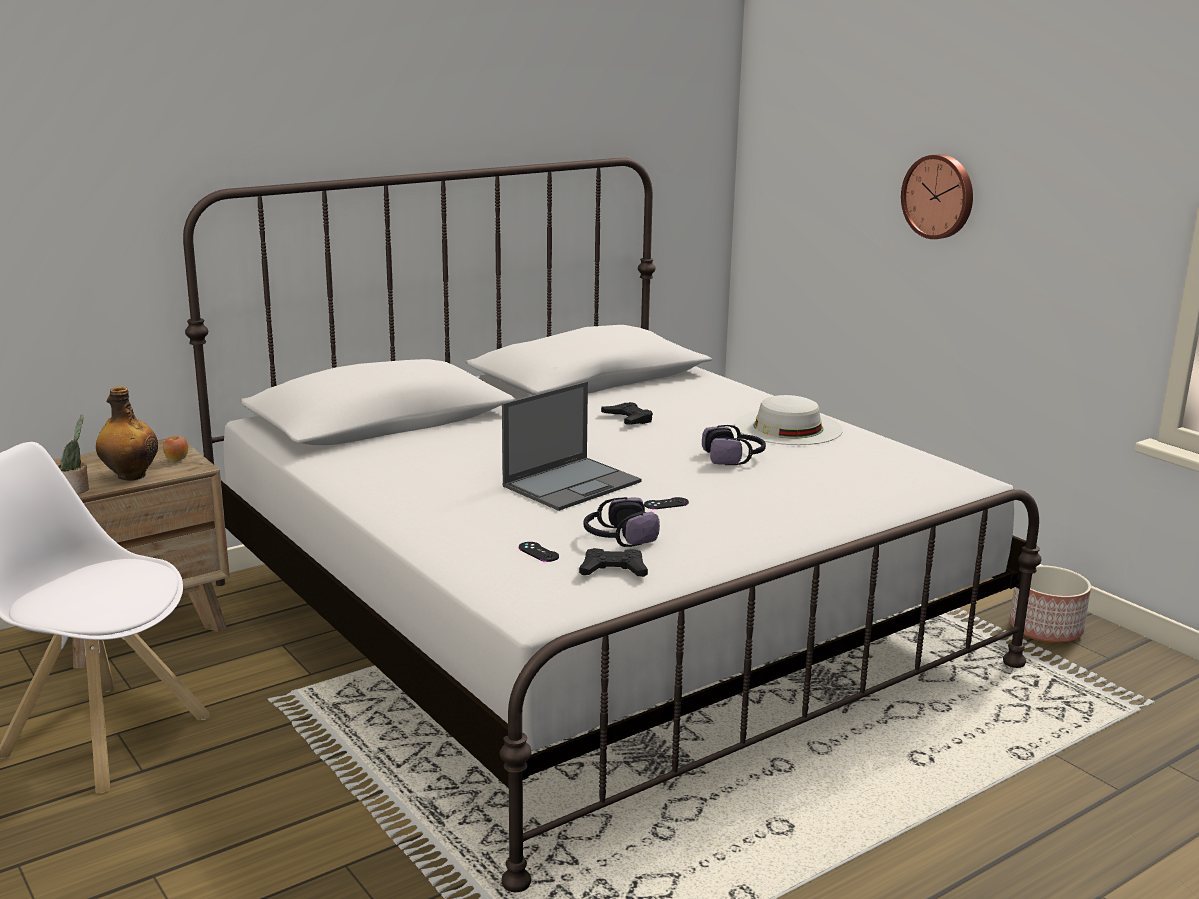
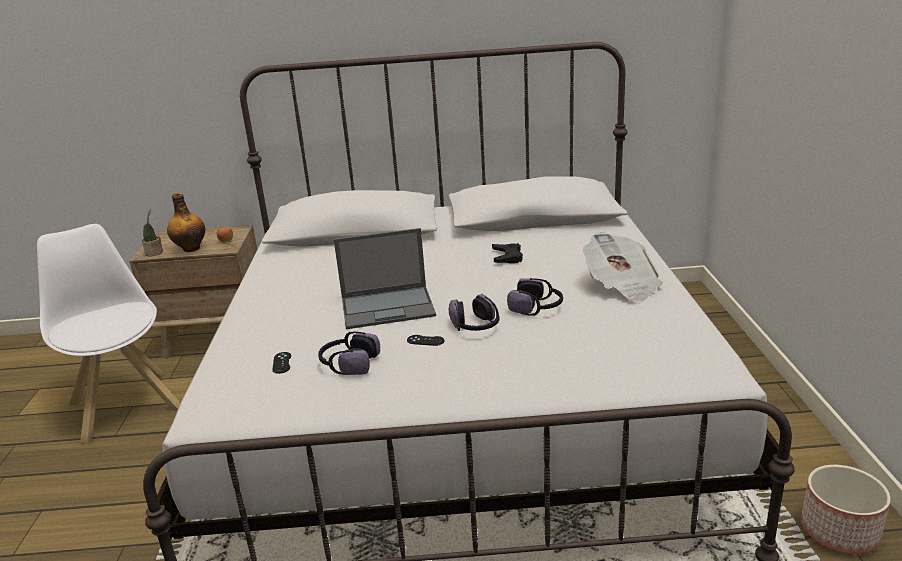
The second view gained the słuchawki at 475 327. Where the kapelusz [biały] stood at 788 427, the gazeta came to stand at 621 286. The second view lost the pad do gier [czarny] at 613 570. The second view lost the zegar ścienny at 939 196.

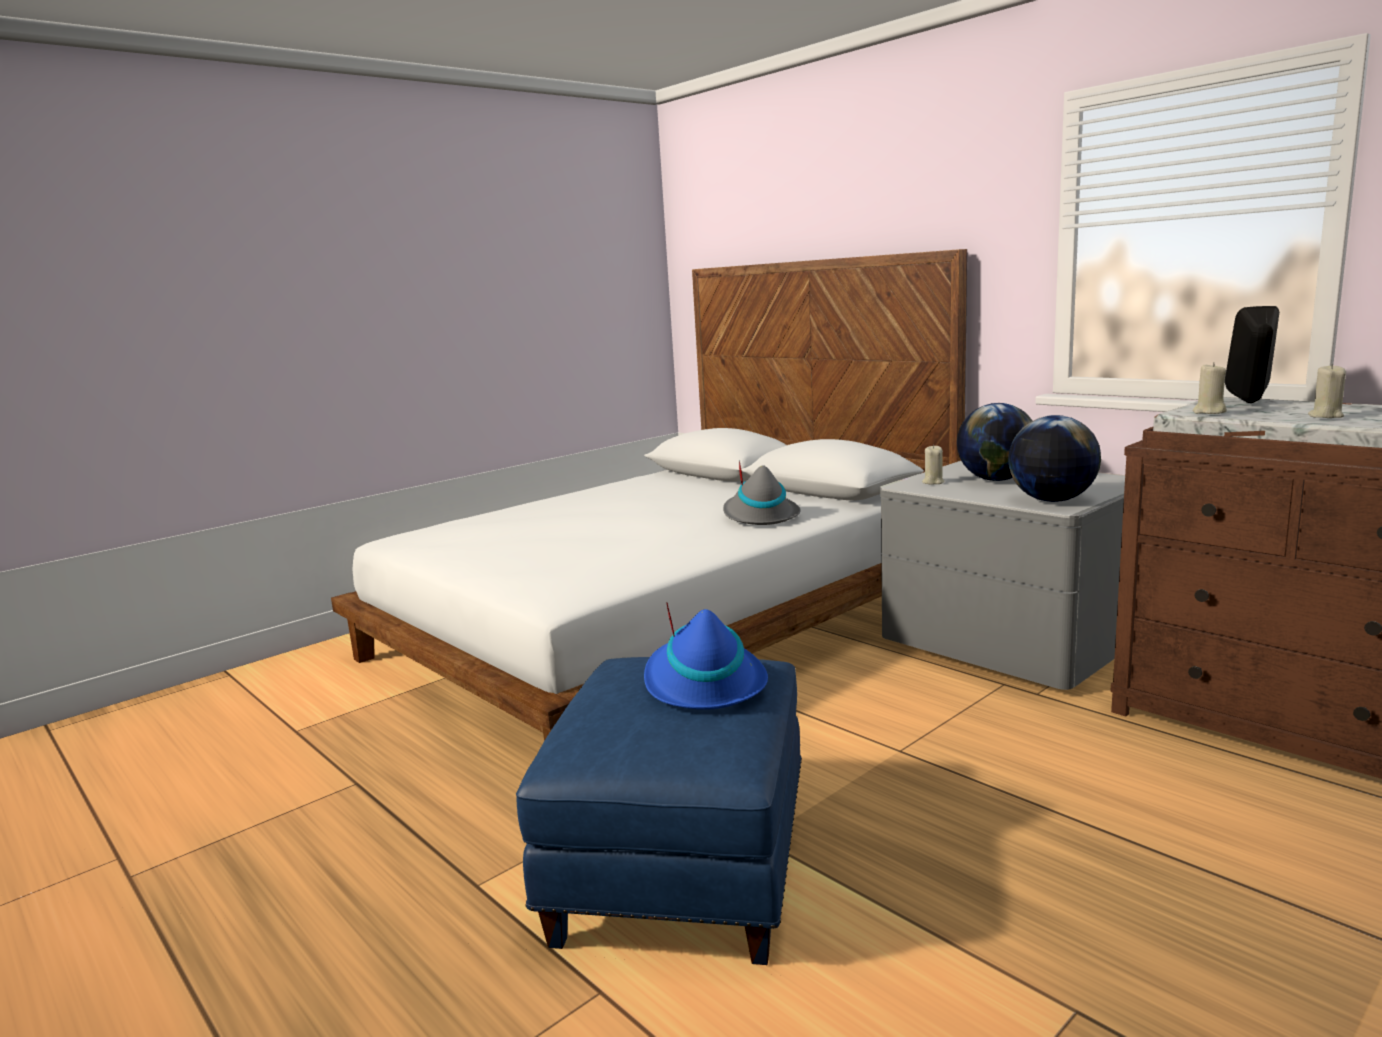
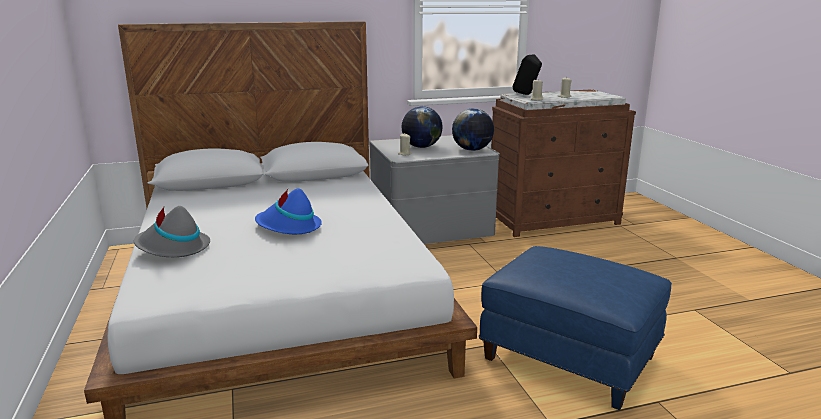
The kapelusz [szary] ended up elsewhere, having gone from 760 515 to 172 248. The kapelusz [niebieski] ended up elsewhere, having gone from 703 683 to 288 227.

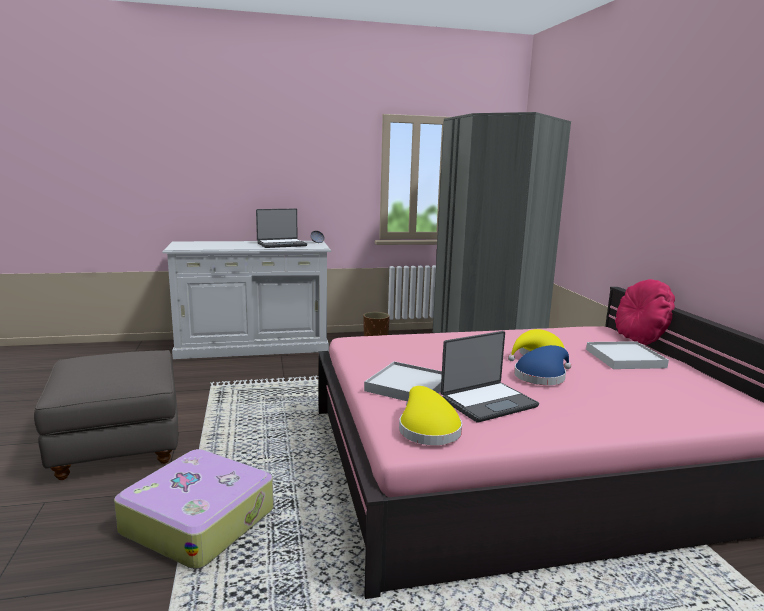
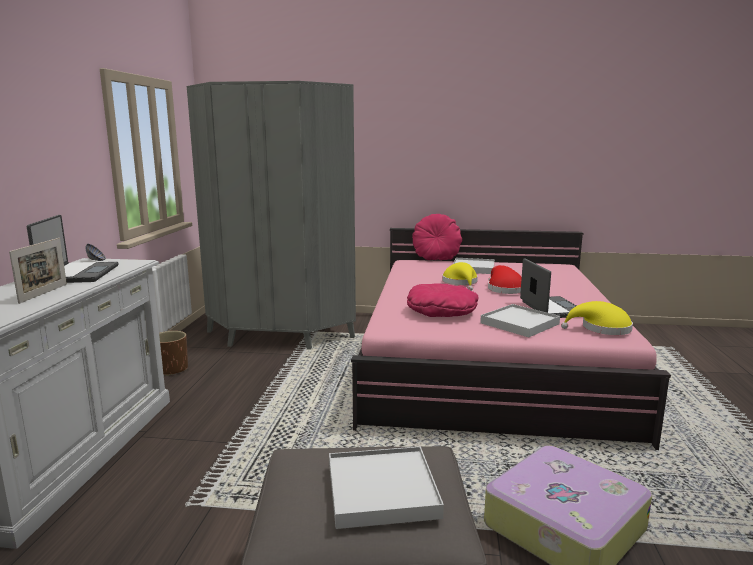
The second view gained the ramka na zdjęcie at 44 293. The second view gained the taca [biały] at 382 491. The second view gained the poduszka [różowy] at 441 311. What was the kapelusz [niebieski] at 542 376 turned into the kapelusz [czerwony] at 504 289.

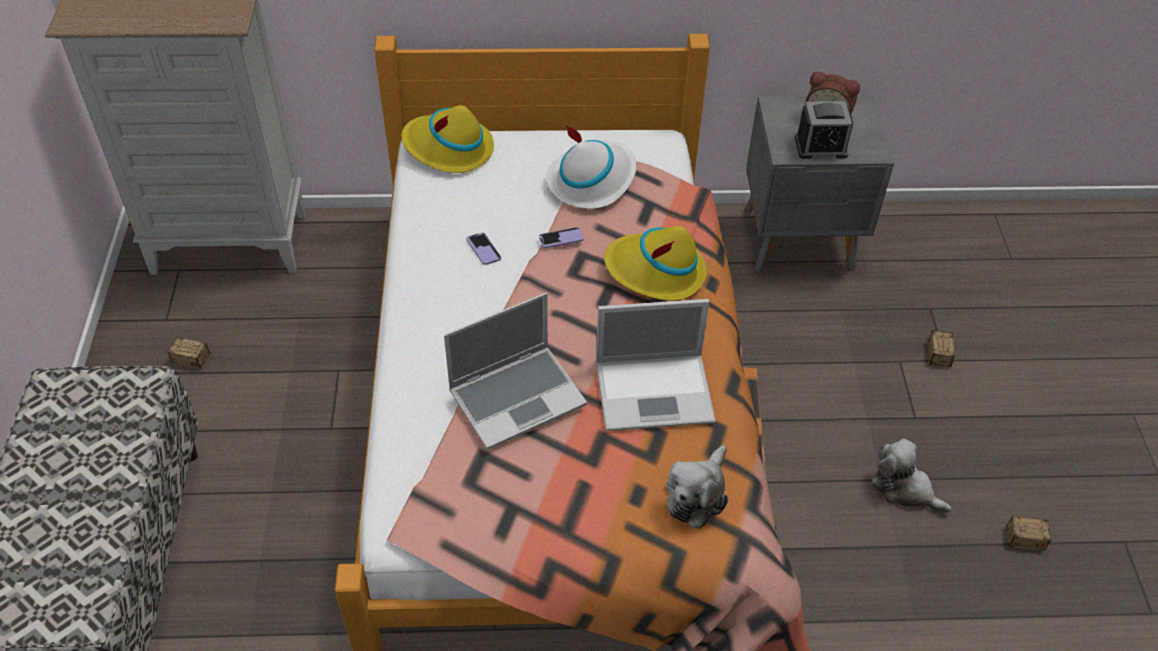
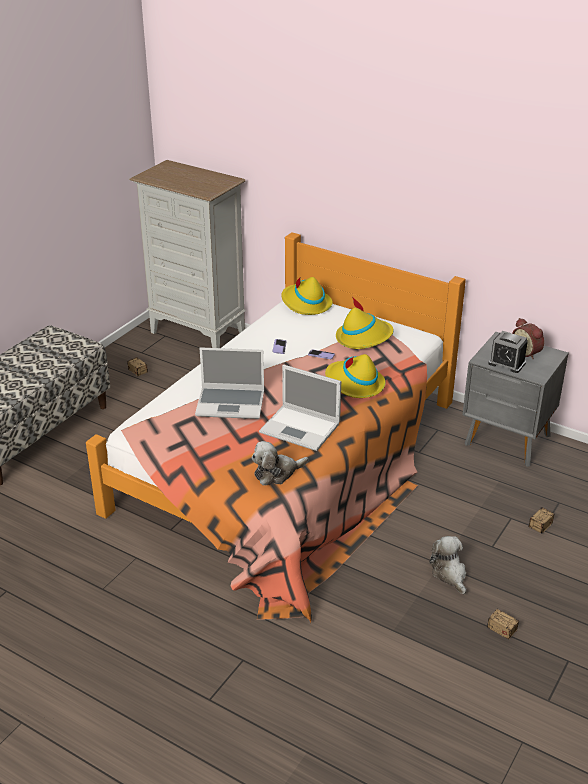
What was the kapelusz [biały] at 592 179 turned into the kapelusz [żółty] at 364 338.

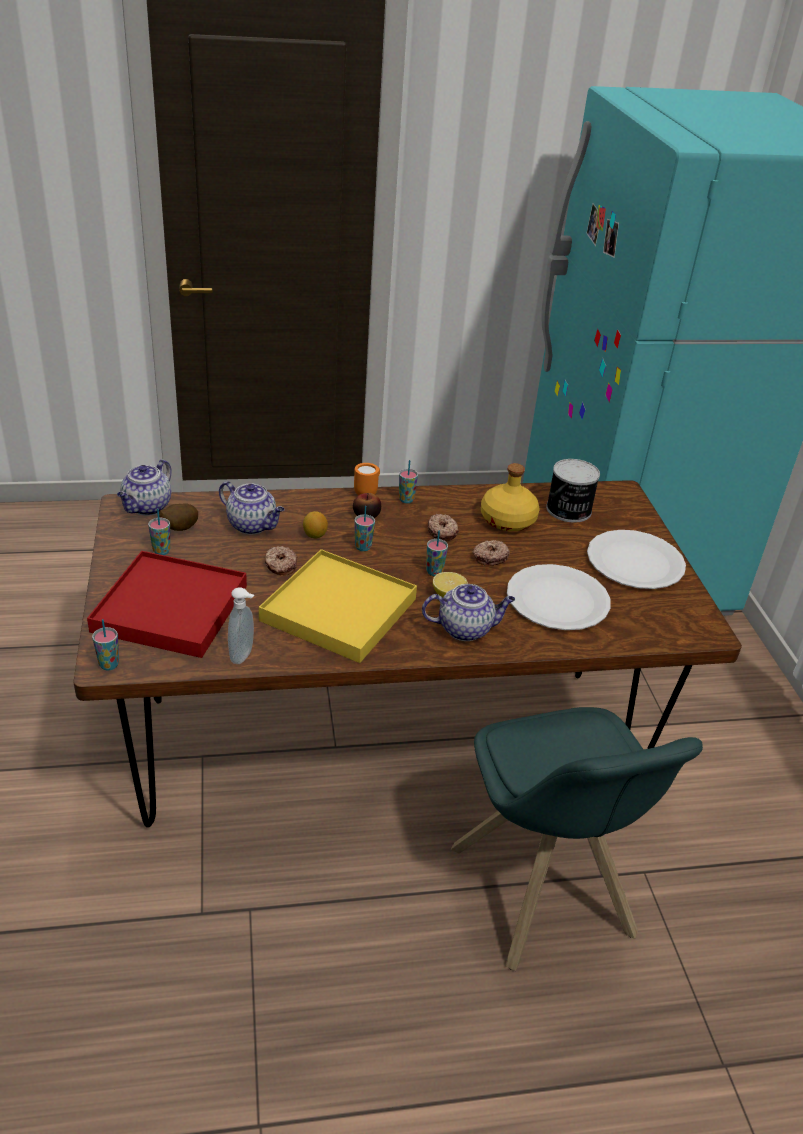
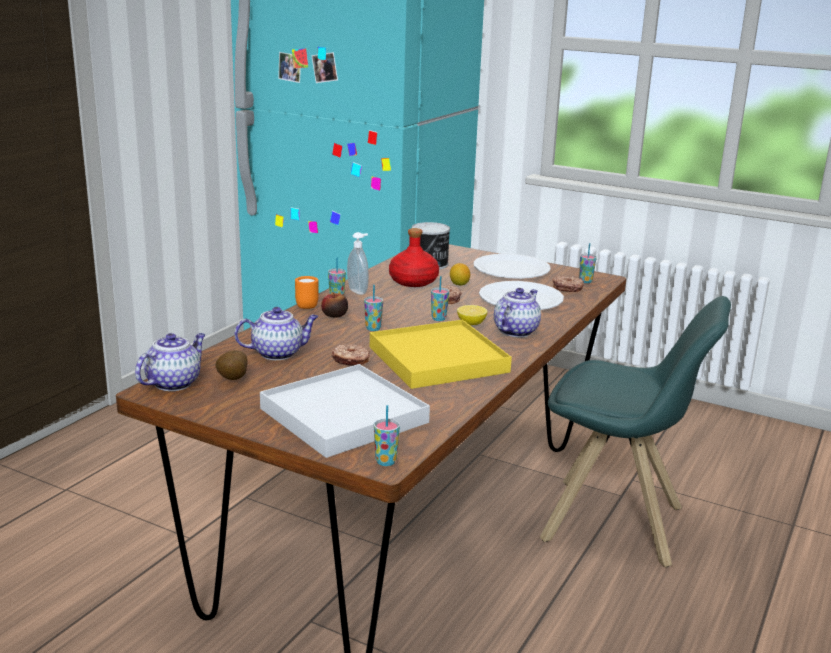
The imbryk at 147 507 ended up facing another way, 120 degrees counterclockwise from before. What was the taca [czerwony] at 171 608 turned into the taca [biały] at 344 415. The dozownik mydła ended up elsewhere, having gone from 243 656 to 359 291. What was the butelka [żółty] at 507 520 turned into the butelka [czerwony] at 413 281. The cytryna ended up elsewhere, having gone from 314 535 to 459 284. The donut ended up elsewhere, having gone from 442 532 to 567 288. The filiżanka ended up elsewhere, having gone from 161 551 to 585 281.

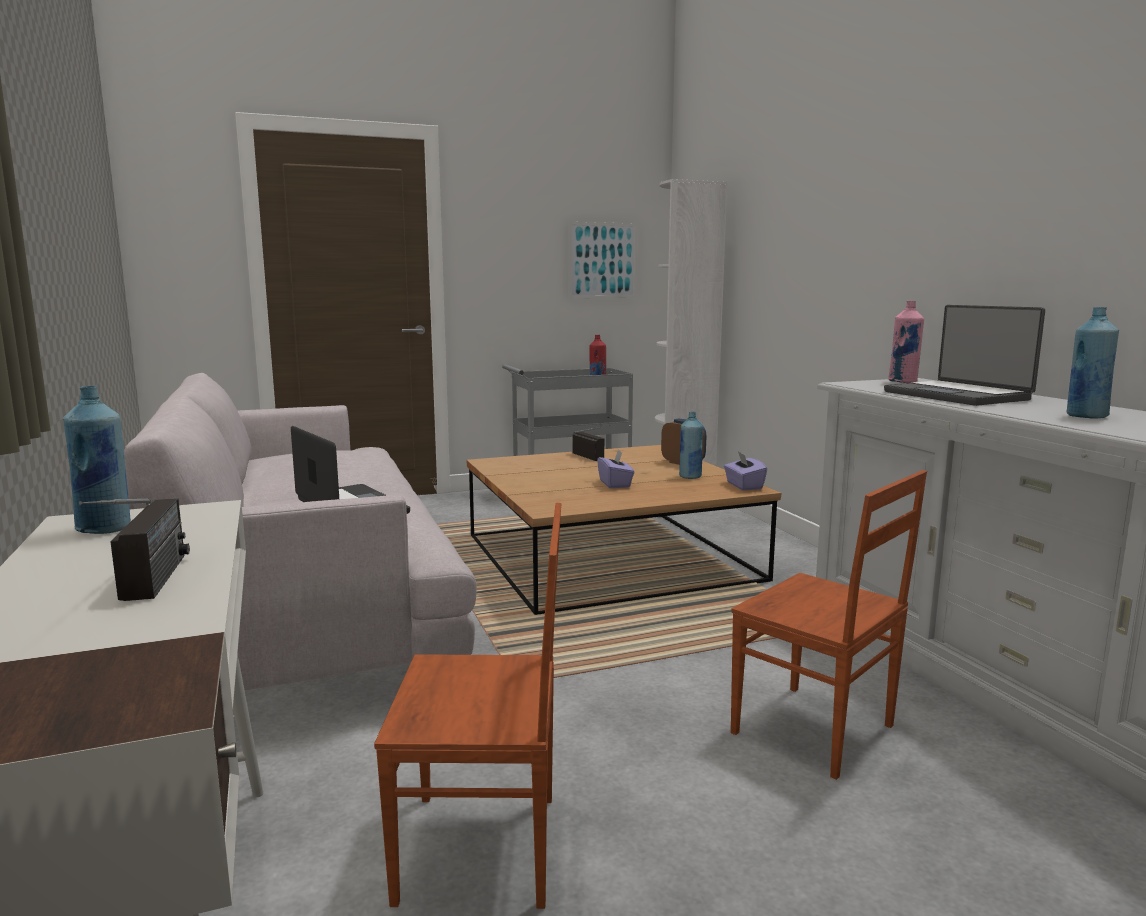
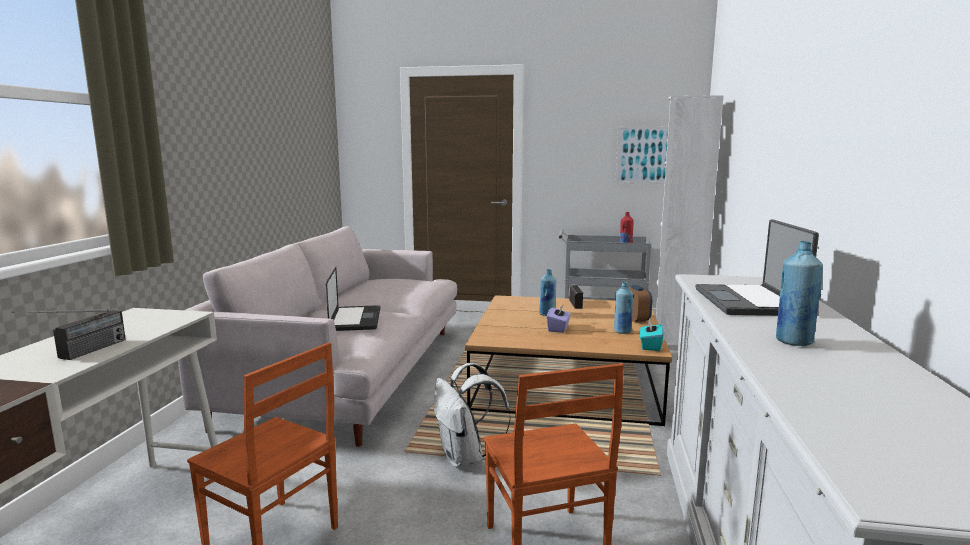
The second view gained the plecak [biały] at 465 458. The butelka [niebieski] ended up elsewhere, having gone from 105 529 to 547 314. What was the pudełko chusteczek [fioletowy] at 743 486 turned into the pudełko chusteczek [turkusowy] at 650 346. The second view lost the butelka [różowy] at 903 382.

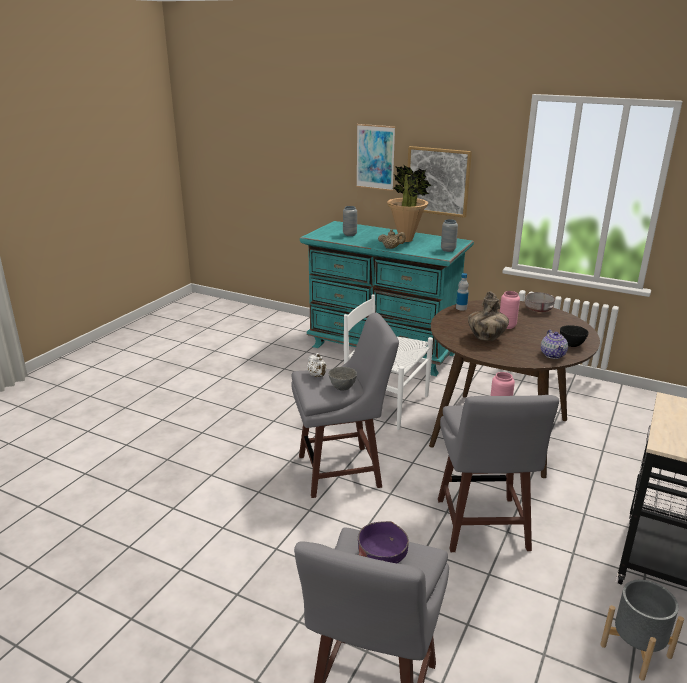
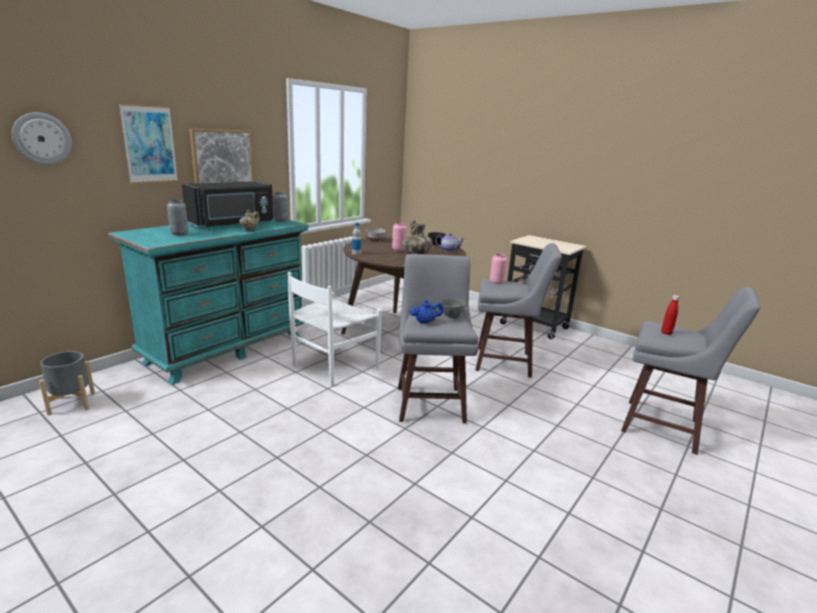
The second view gained the zegar ścienny at 42 138. The donica [szary] ended up elsewhere, having gone from 636 650 to 72 403. Where the roślina doniczkowa stood at 406 240, the mikrofalówka [czarny] came to stand at 232 224. What was the imbryk [biały] at 317 376 turned into the imbryk [niebieski] at 425 322. Where the miska [fioletowy] stood at 381 556, the butelka [czerwony] came to stand at 666 333.

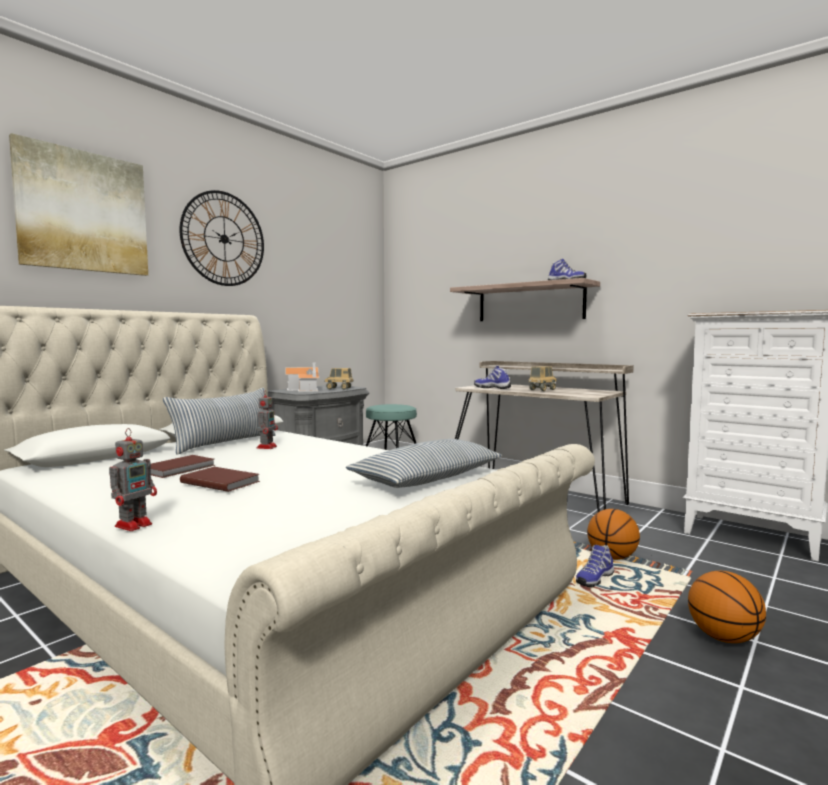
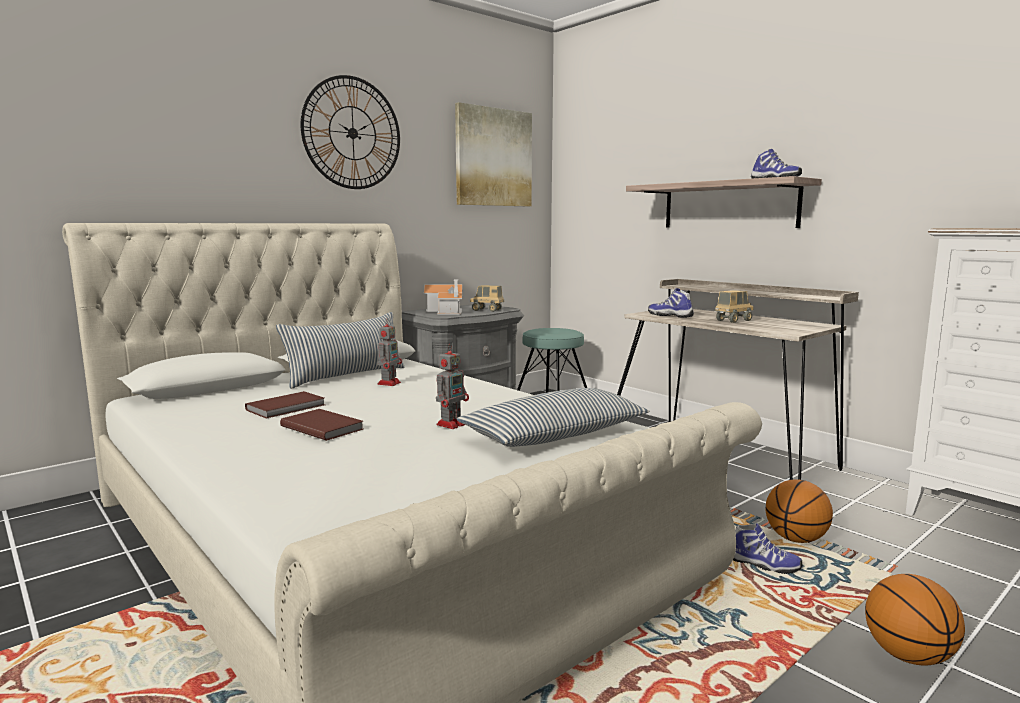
The robot zabawkowy ended up elsewhere, having gone from 135 524 to 452 424. The obraz ended up elsewhere, having gone from 83 212 to 493 157. The but at 594 579 ended up facing another way, 120 degrees counterclockwise from before.

